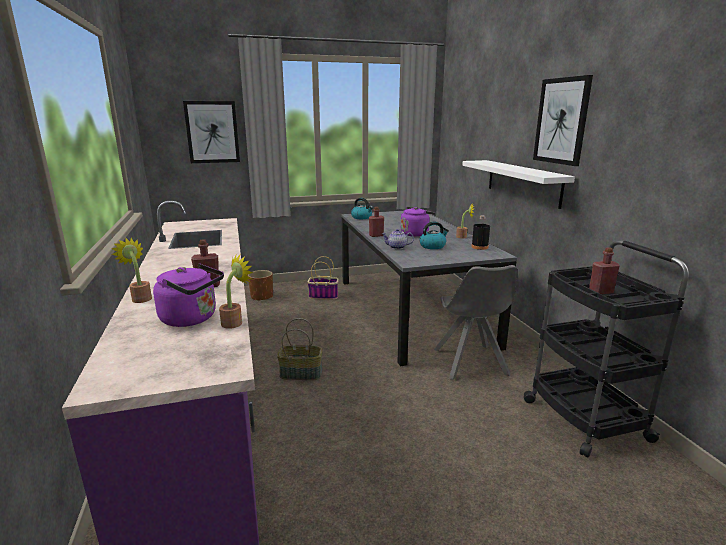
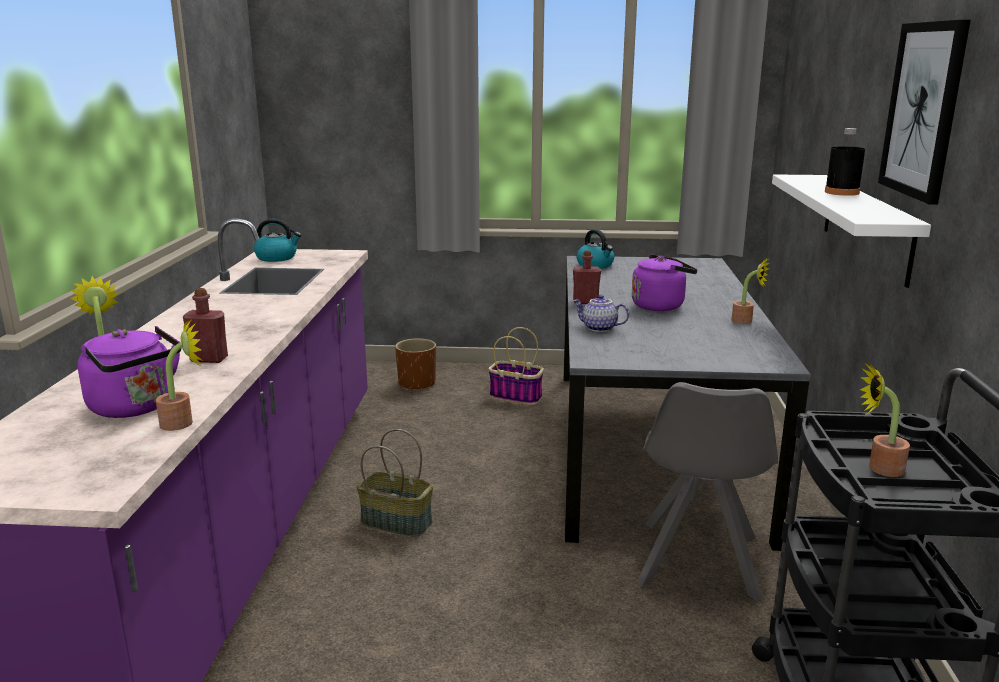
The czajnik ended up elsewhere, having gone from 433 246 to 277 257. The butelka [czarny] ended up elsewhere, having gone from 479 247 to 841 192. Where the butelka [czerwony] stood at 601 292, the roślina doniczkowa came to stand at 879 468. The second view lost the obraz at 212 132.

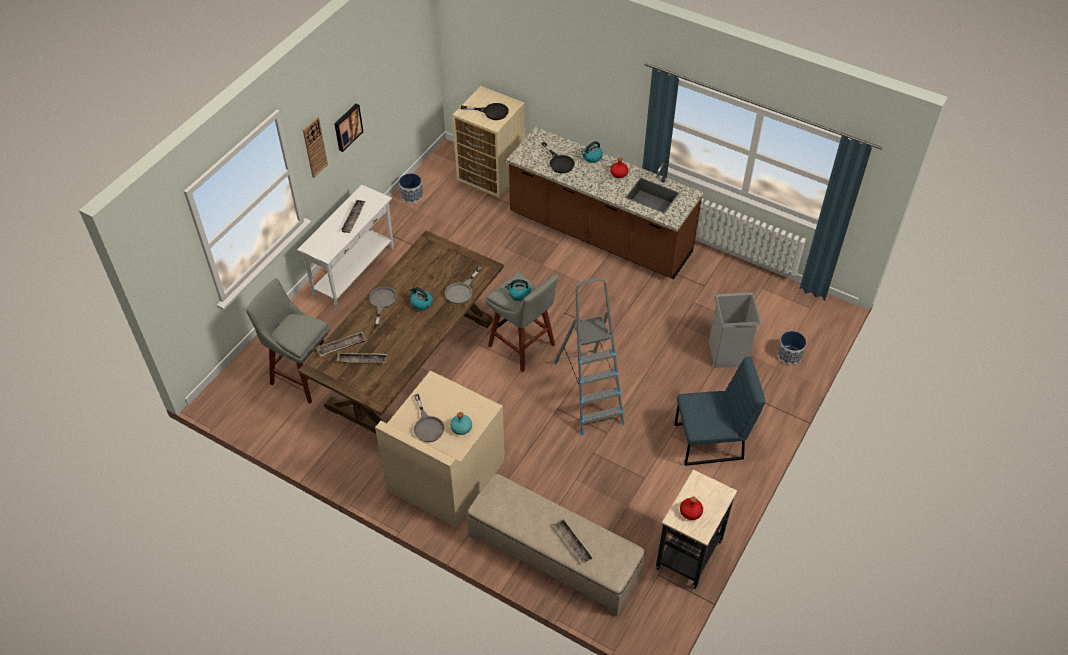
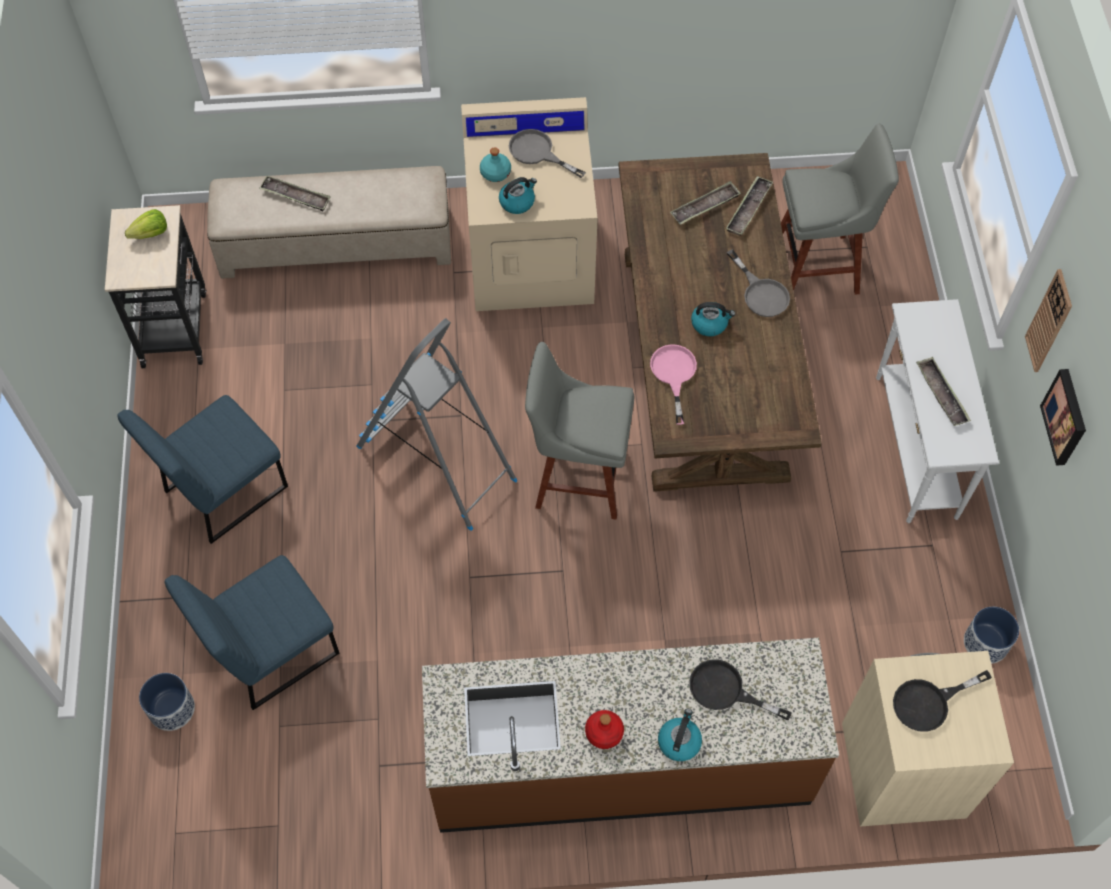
Where the butelka [czerwony] stood at 690 511, the sałata came to stand at 151 234. Where the kosz na śmieci [szary] stood at 727 353, the krzesło [niebieski] came to stand at 270 651. The czajnik ended up elsewhere, having gone from 518 294 to 517 202. What was the patelnia [szary] at 461 291 turned into the patelnia [różowy] at 673 375.

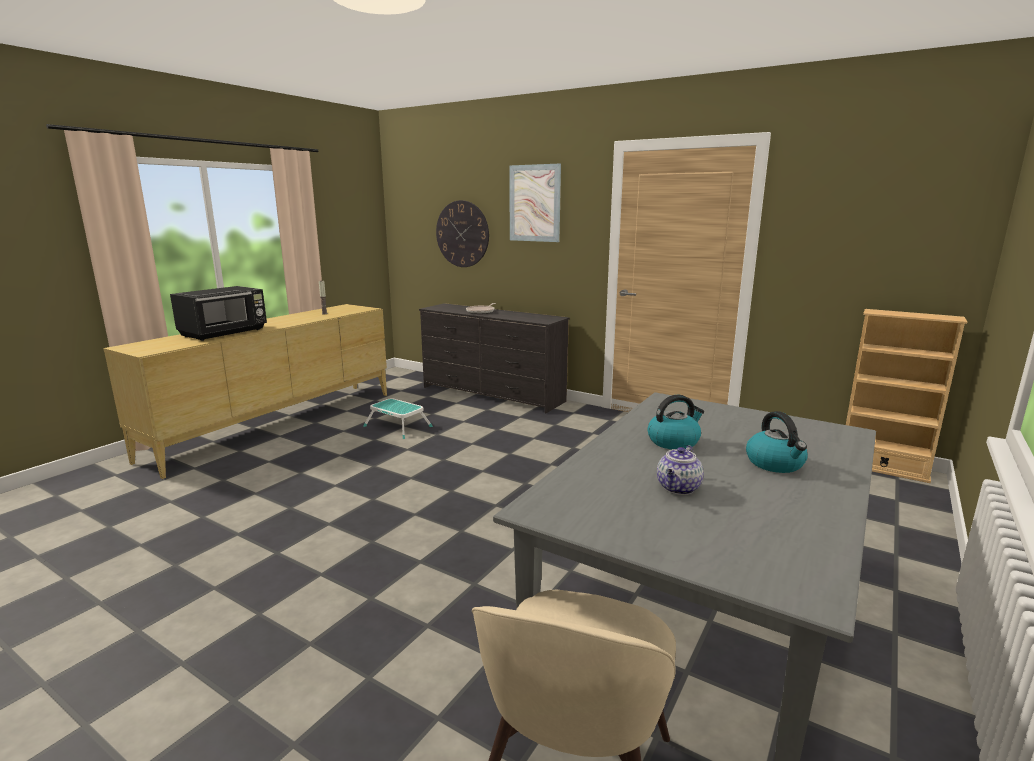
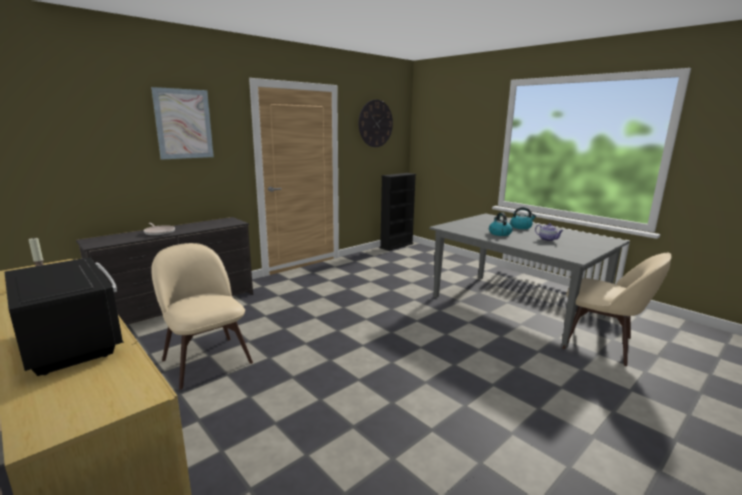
Where the drabinka [turkusowy] stood at 397 426, the krzesło [beżowy] came to stand at 206 359. The zegar ścienny ended up elsewhere, having gone from 462 234 to 375 123. What was the regał [beżowy] at 882 468 turned into the regał [czarny] at 396 246.

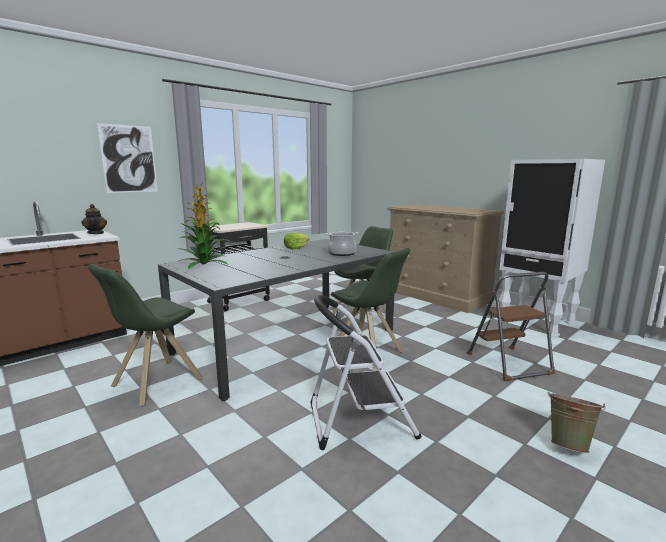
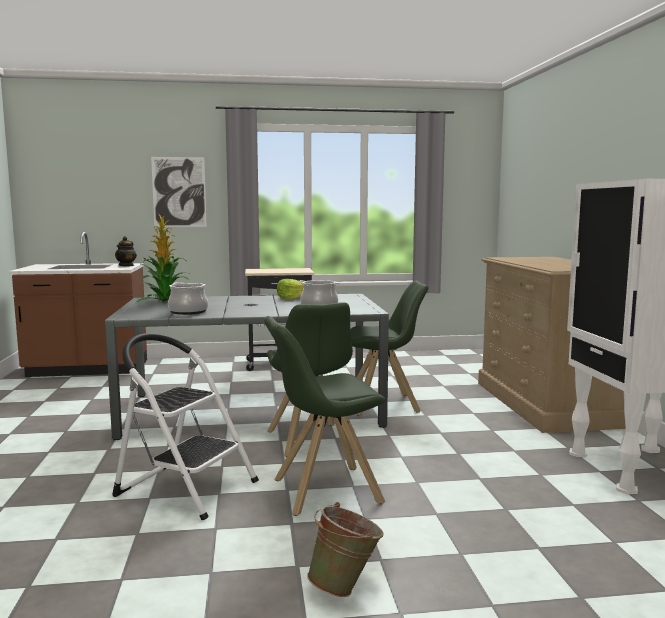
The second view gained the garnek at 188 312. The krzesło [zielony] ended up elsewhere, having gone from 156 382 to 326 490. The second view lost the drabinka [brązowy] at 510 364.

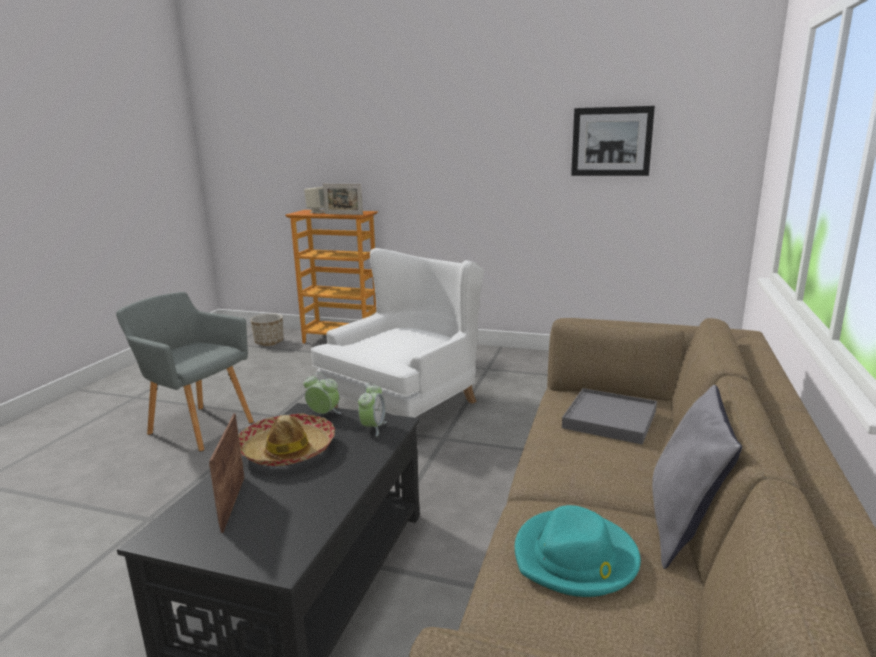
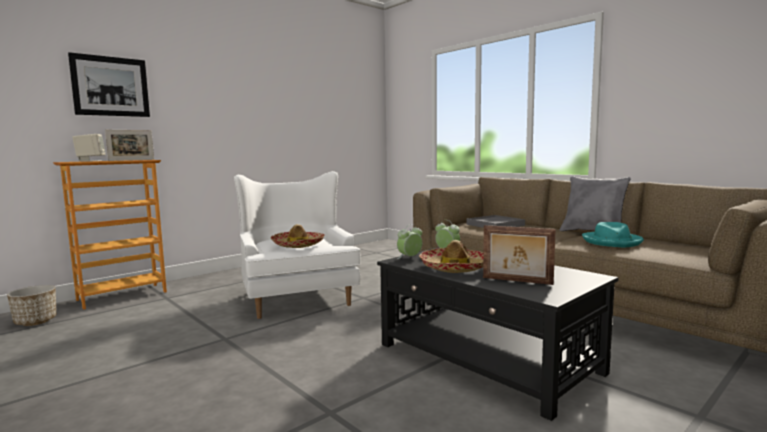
The obraz ended up elsewhere, having gone from 611 141 to 111 86. The second view gained the kapelusz at 298 245. The second view lost the fotel [szary] at 198 426.

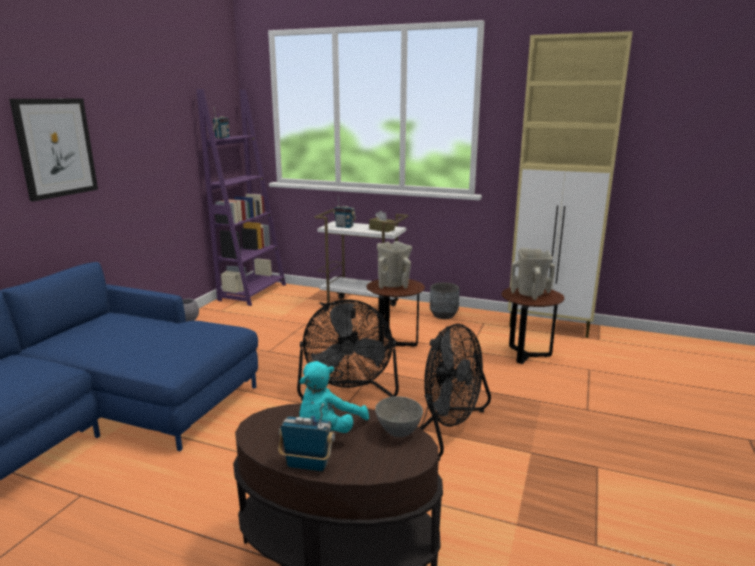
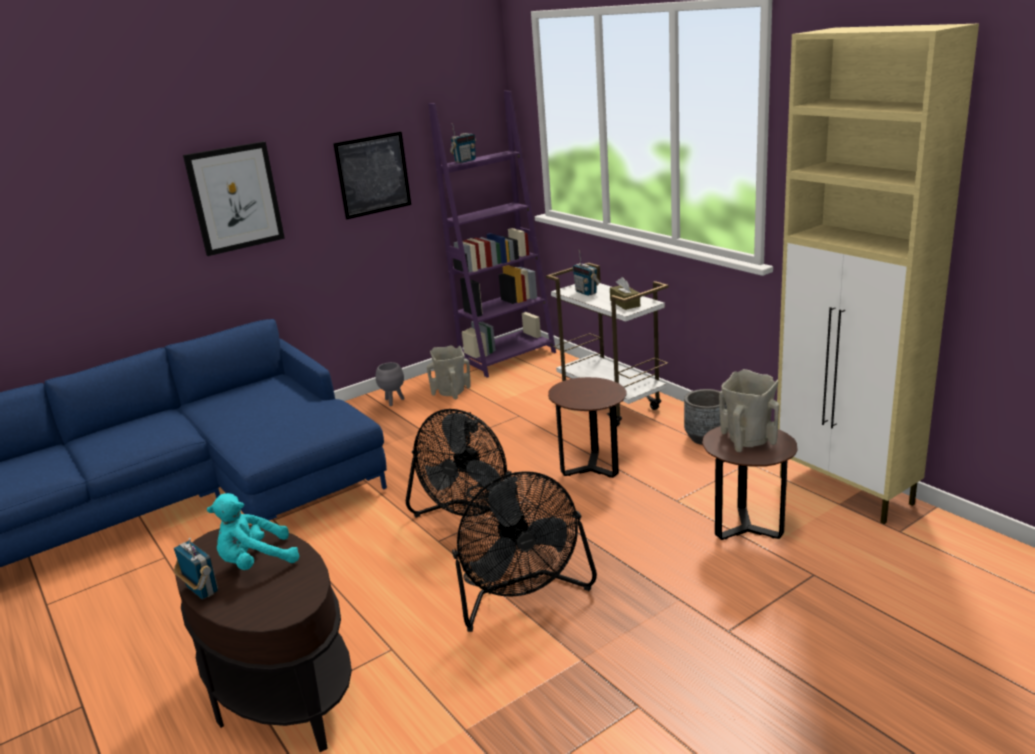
The second view gained the obraz at 373 175. The wazon [beżowy] ended up elsewhere, having gone from 393 285 to 451 393. The second view lost the miska [szary] at 397 432.

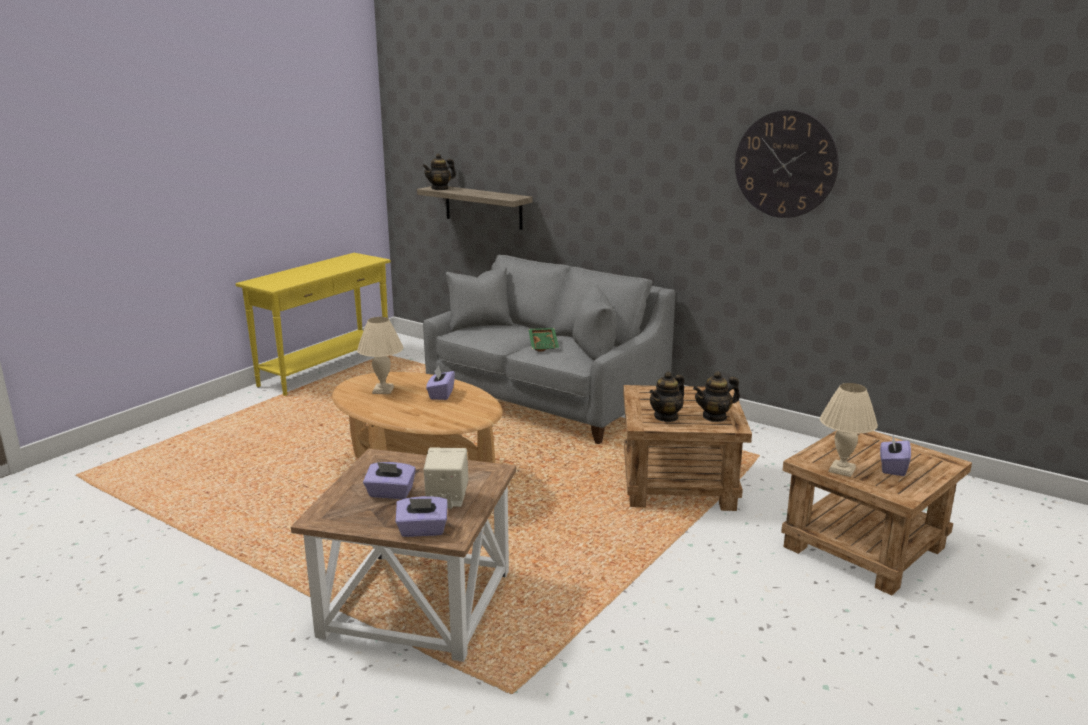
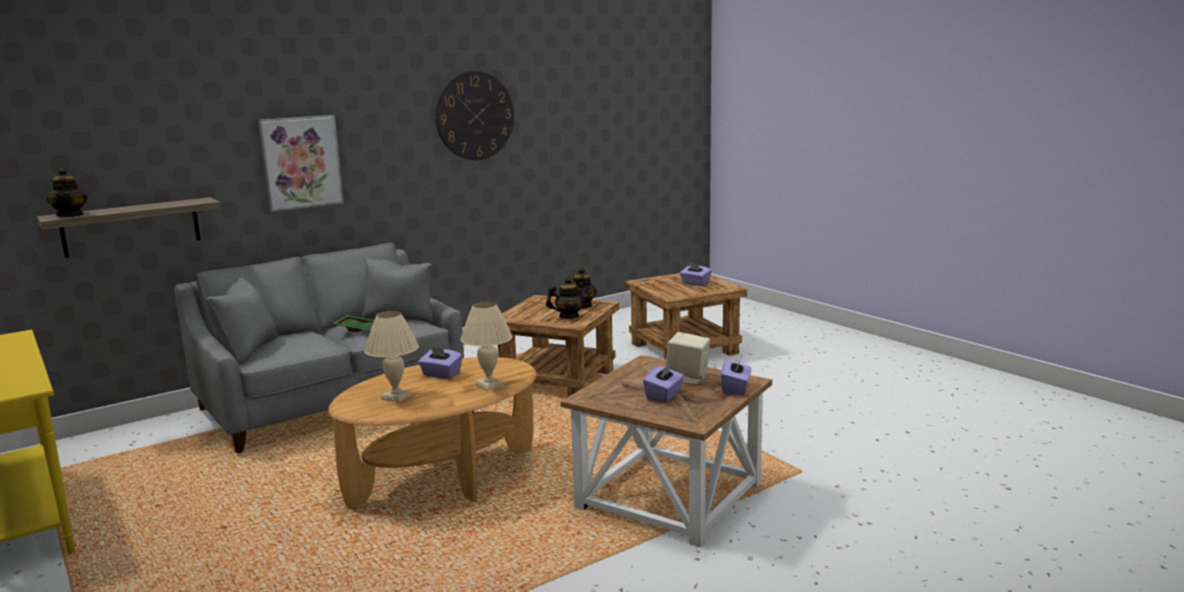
The second view gained the obraz at 301 162. The lampa stołowa [beżowy] ended up elsewhere, having gone from 842 470 to 490 385. The imbryk at 666 417 ended up facing another way, 75 degrees counterclockwise from before.

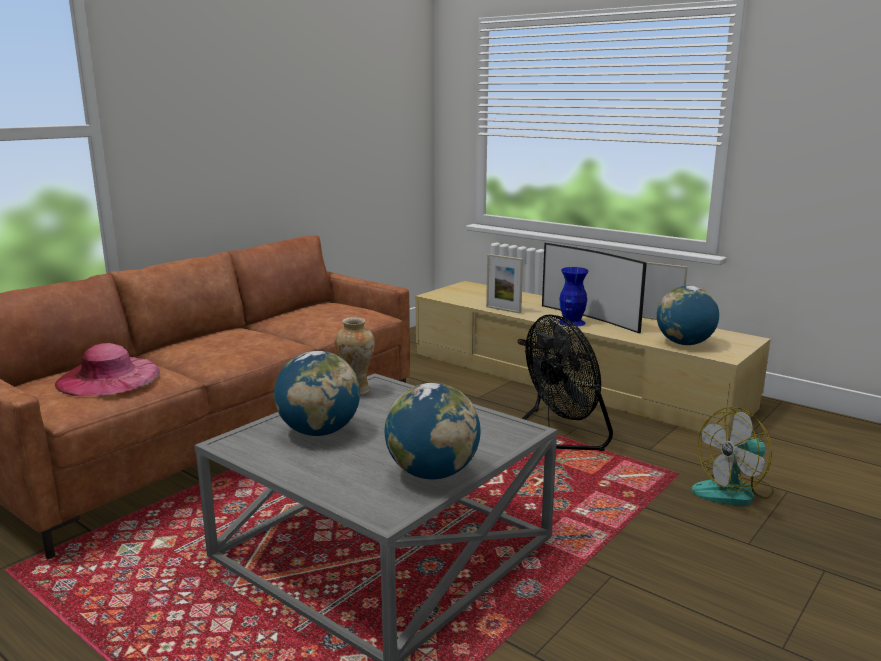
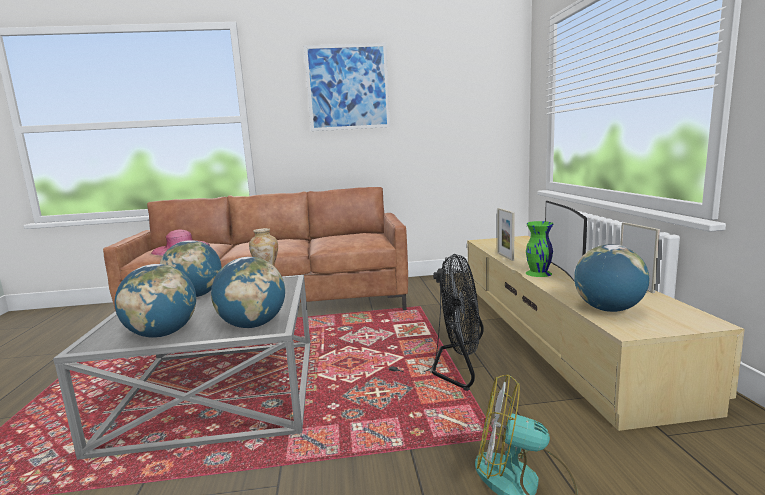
The second view gained the globus at 253 325. The second view gained the obraz at 348 87. What was the wazon [niebieski] at 572 322 turned into the wazon [zielony] at 538 273.

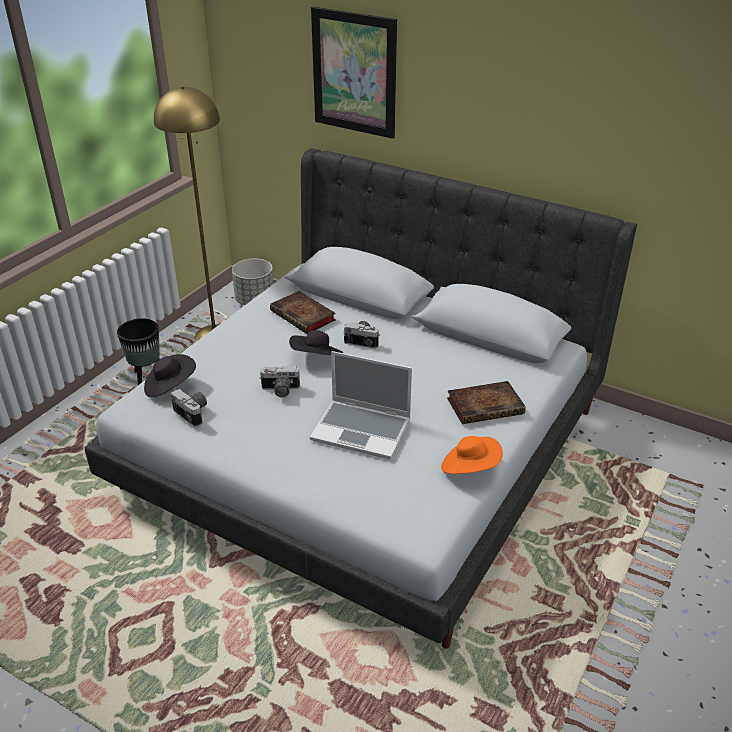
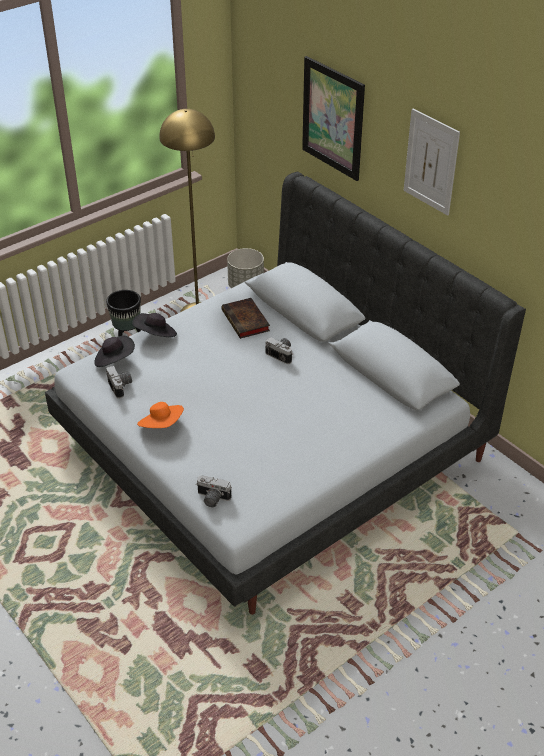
The kapelusz [czarny] ended up elsewhere, having gone from 317 358 to 156 335. The kapelusz [pomarańczowy] ended up elsewhere, having gone from 470 468 to 162 426. The aparat fotograficzny ended up elsewhere, having gone from 280 390 to 212 499. The second view gained the obraz at 431 162. The second view lost the laptop at 362 430. The second view lost the książka at 486 406.

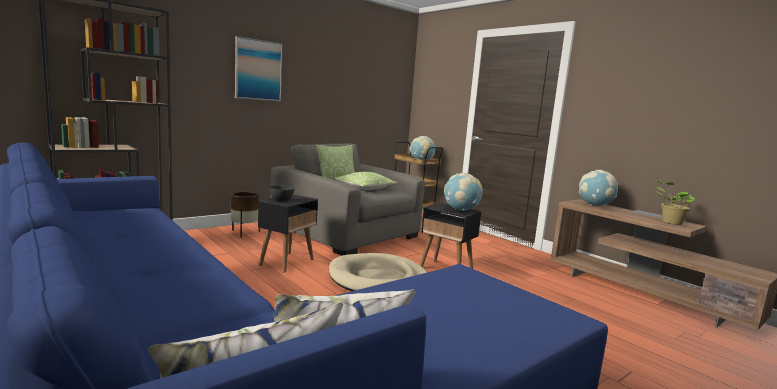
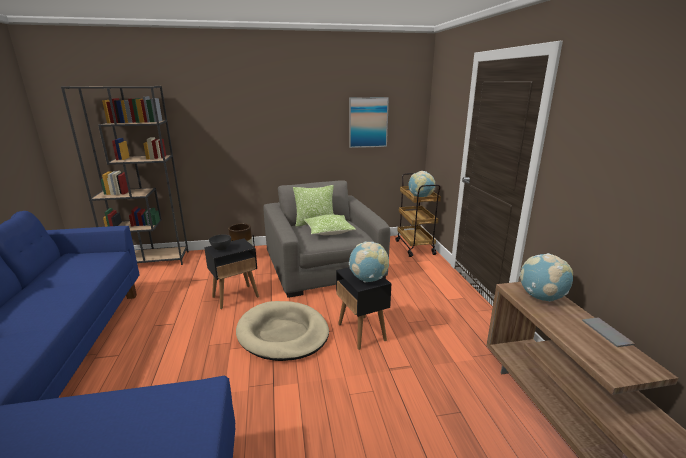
The obraz ended up elsewhere, having gone from 258 70 to 368 122. The second view lost the roślina doniczkowa at 670 222.

